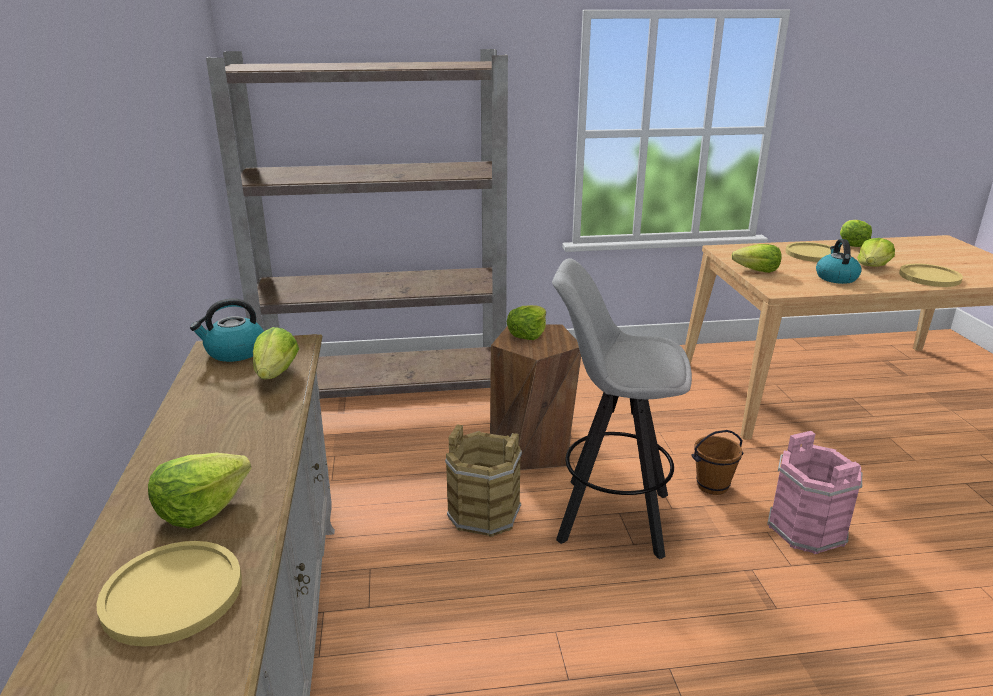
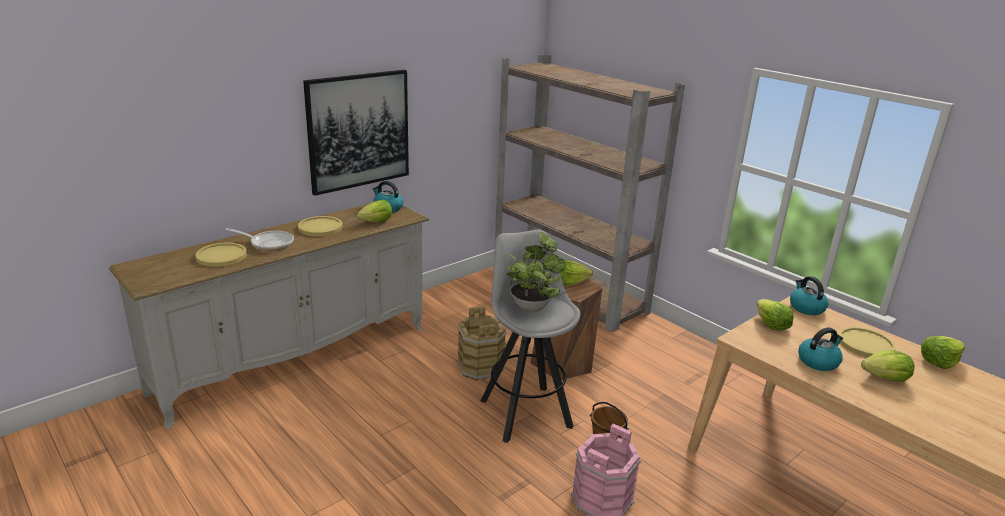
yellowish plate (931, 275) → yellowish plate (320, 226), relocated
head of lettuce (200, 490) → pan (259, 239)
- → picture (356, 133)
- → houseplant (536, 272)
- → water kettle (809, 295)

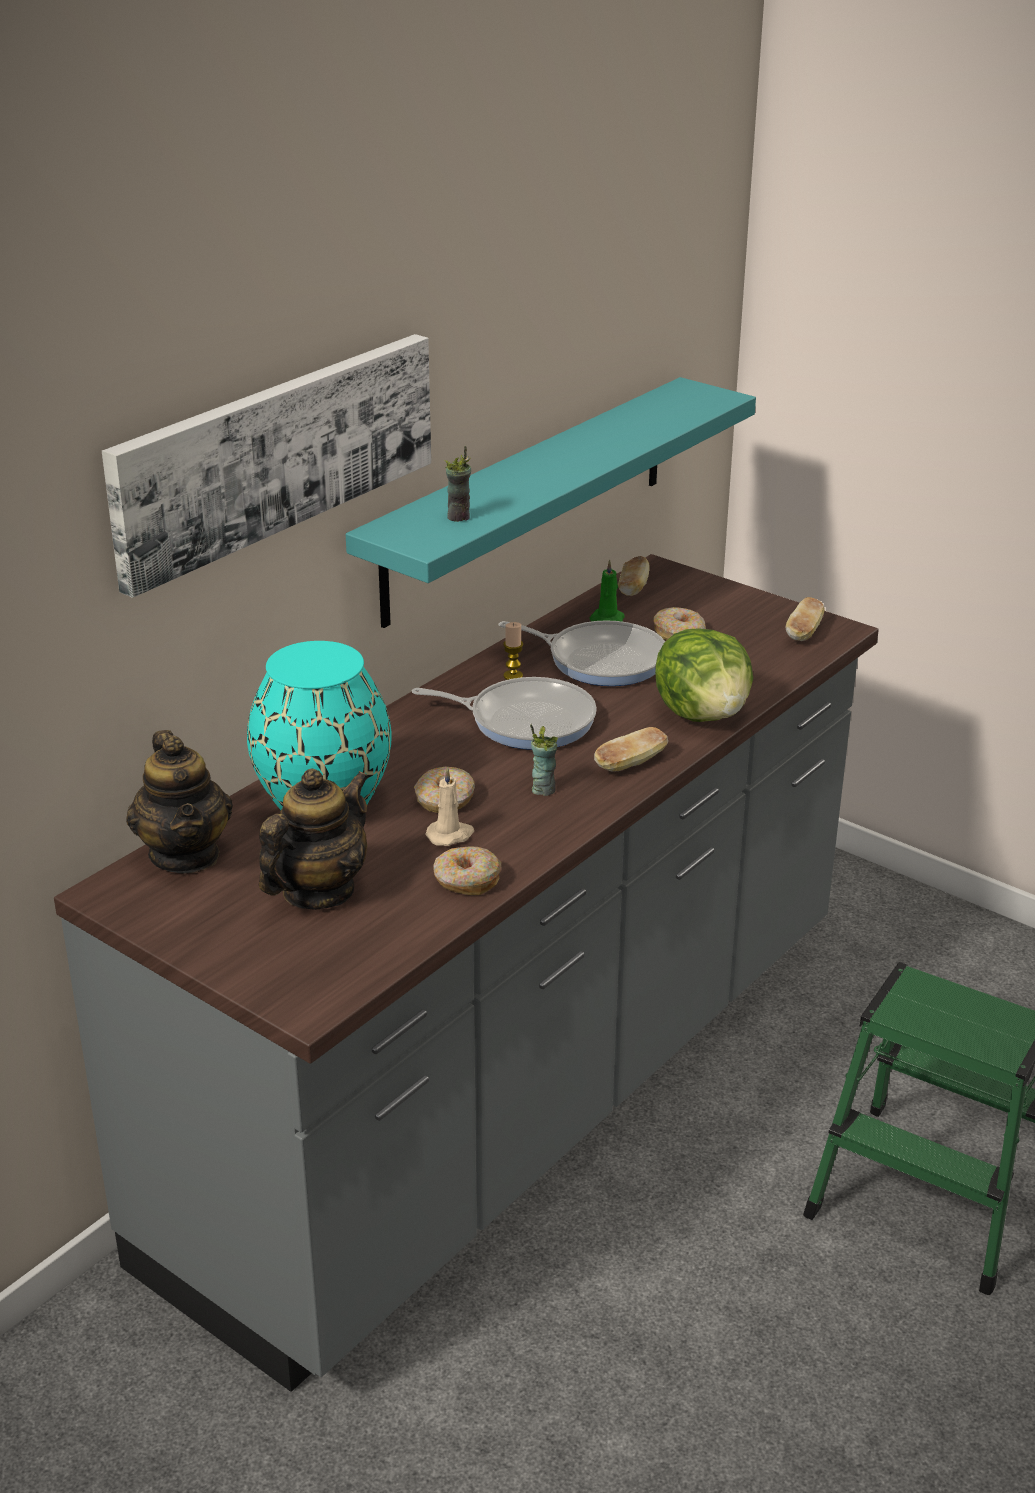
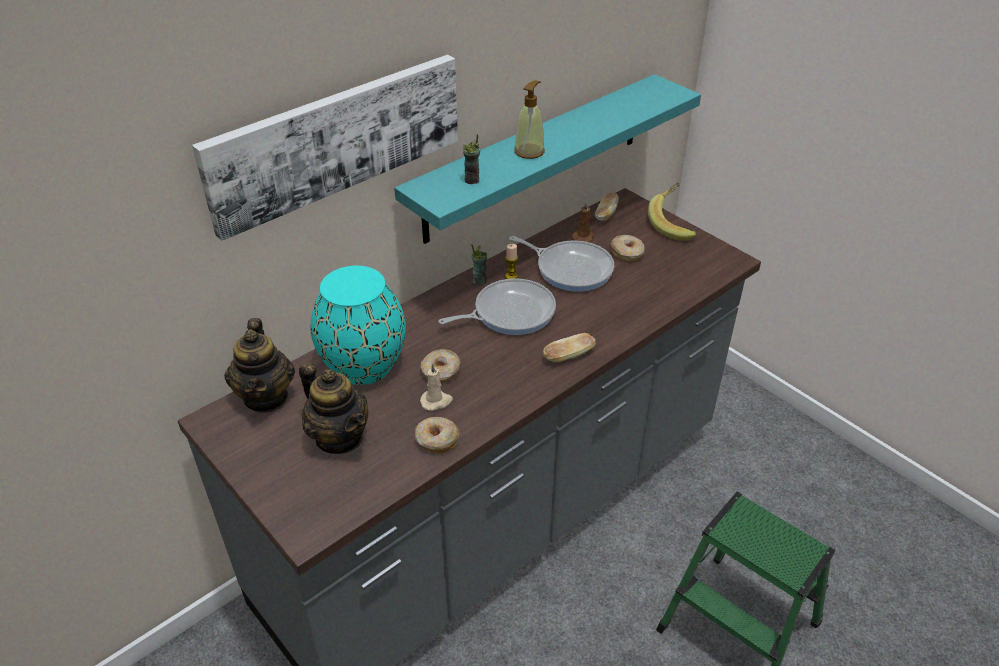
green candle (607, 591) → brown-coloured candle (583, 221)
baked bread (804, 619) → -
head of lettuce (704, 675) → -
pan (504, 713) → pan (497, 306), 45 degrees counterclockwise
small cup (544, 760) → small cup (479, 264), relocated
teapot (314, 839) → teapot (334, 408), 90 degrees clockwise
- → soap dispenser (529, 119)
- → banana (672, 211)

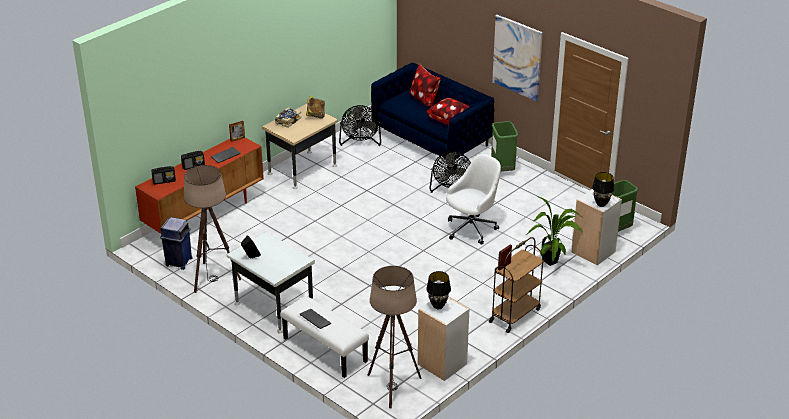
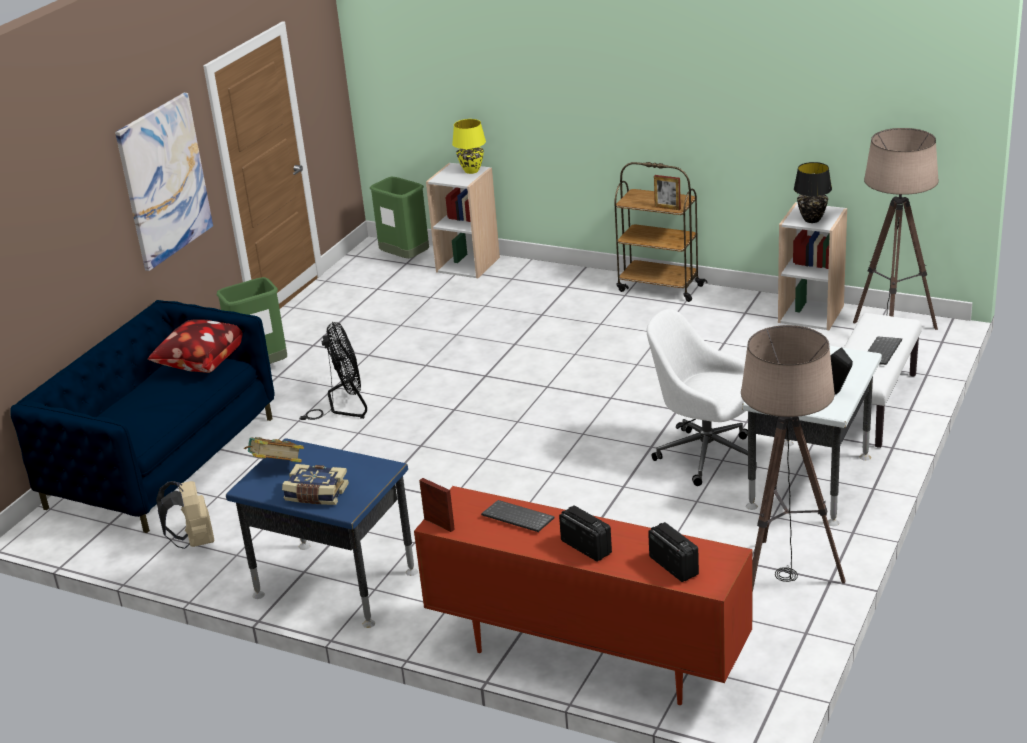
cushion (425, 85) → -
beige-coloured desk table (300, 146) → blue desk table (322, 533)
black fan (360, 125) → beige-coloured knapsack (185, 515)
white-coloured desk chair (473, 199) → white-coloured desk chair (702, 397), relocated
black tabletop lamp (603, 189) → yellowish tabletop lamp (469, 146)
houseplant (554, 231) → -
blue trash can (176, 243) → -

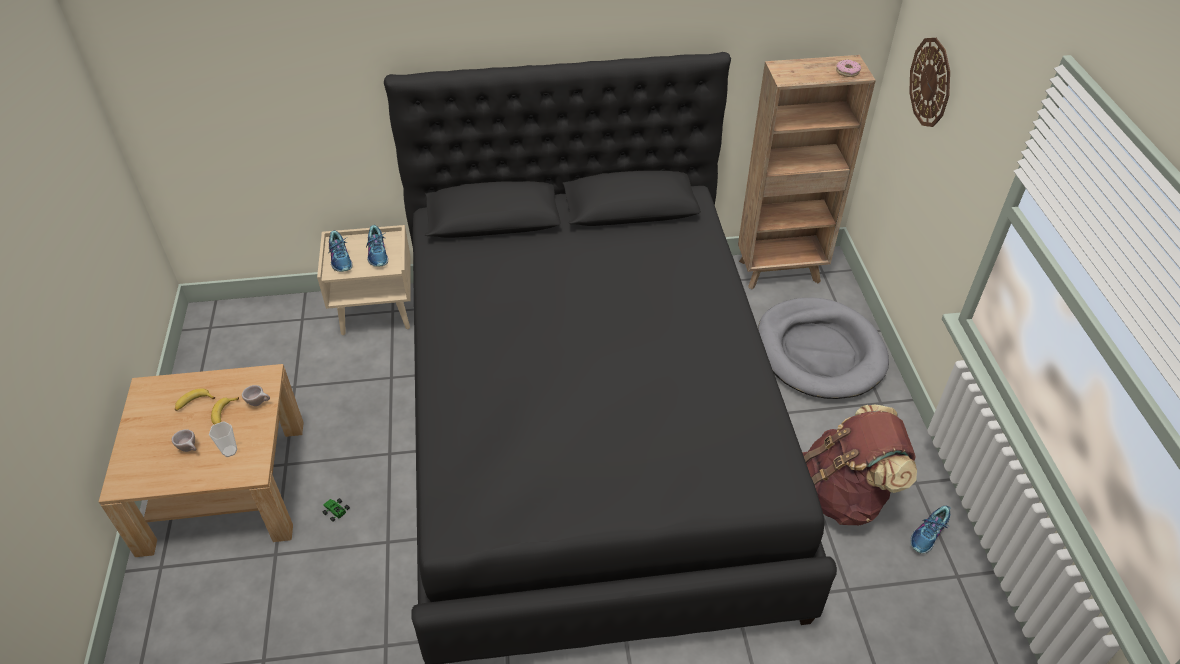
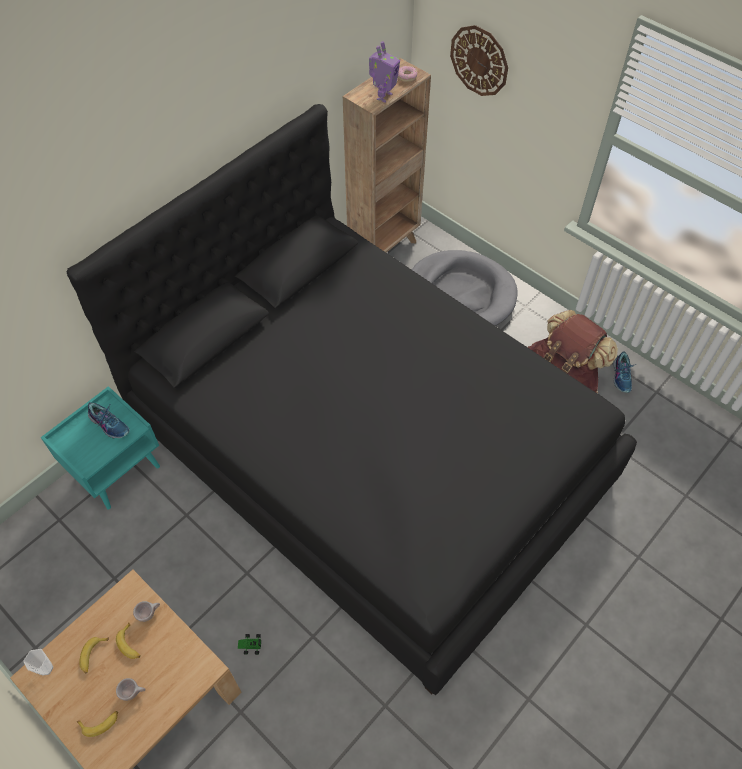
beige-coloured bedside table (364, 280) → blue-green bedside table (100, 448)
item of footwear (341, 251) → -
small cup (223, 439) → small cup (38, 662), relocated
- → robot figure (384, 71)
- → banana (97, 724)

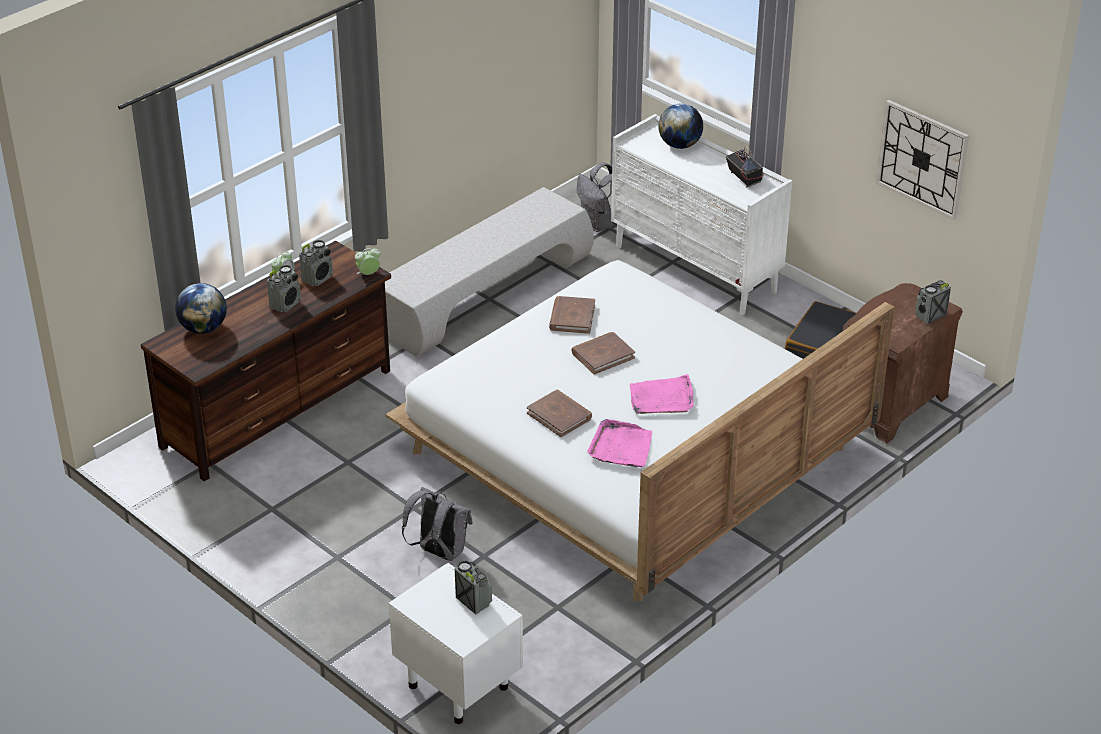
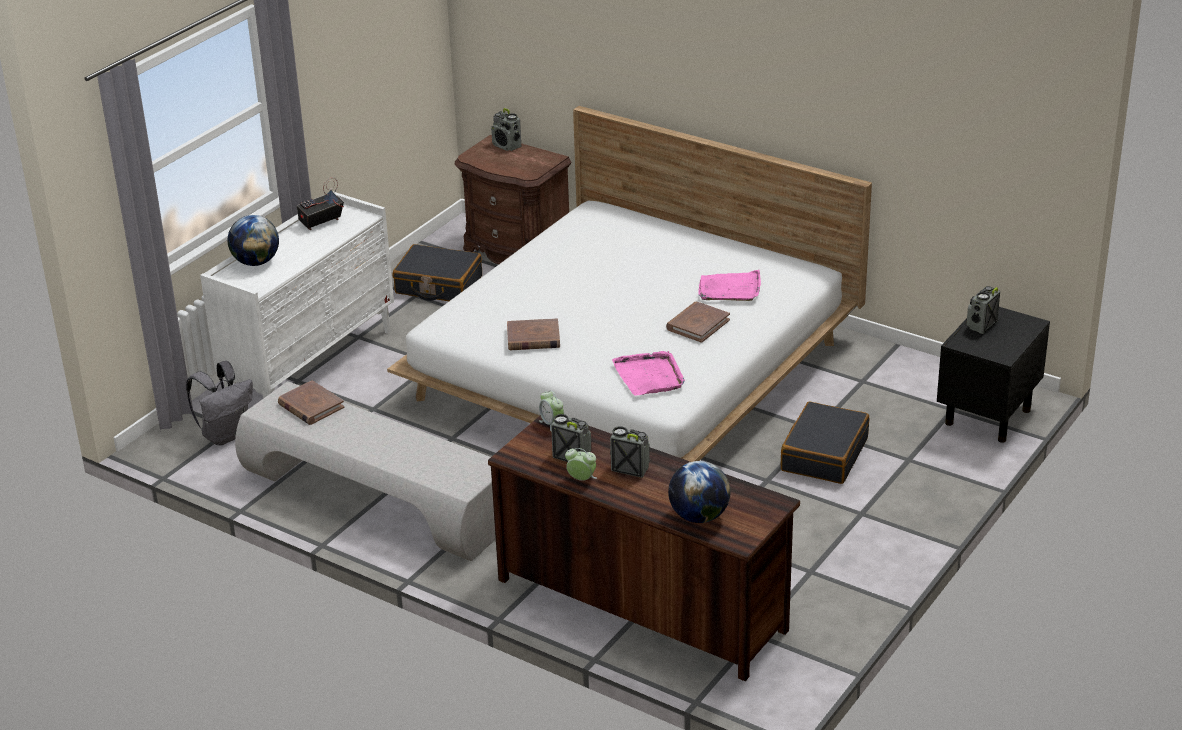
clock on the wall (922, 160) → -
brown-coloured volume (603, 353) → brown-coloured volume (311, 402), relocated
pink tray (662, 394) → pink tray (648, 373), relocated
grey knapsack (437, 524) → black piece of luggage (825, 442)
white-coloured bedside table (456, 643) → black bedside table (993, 375)

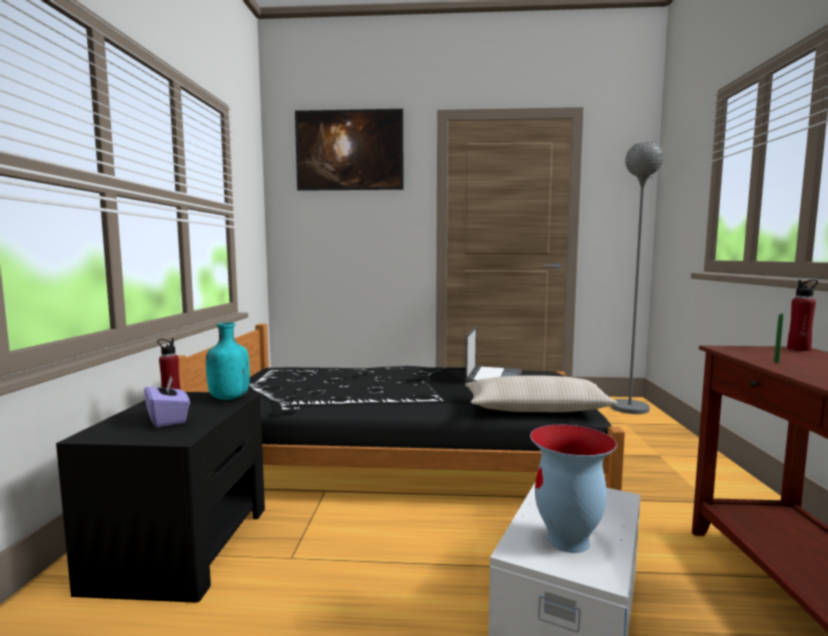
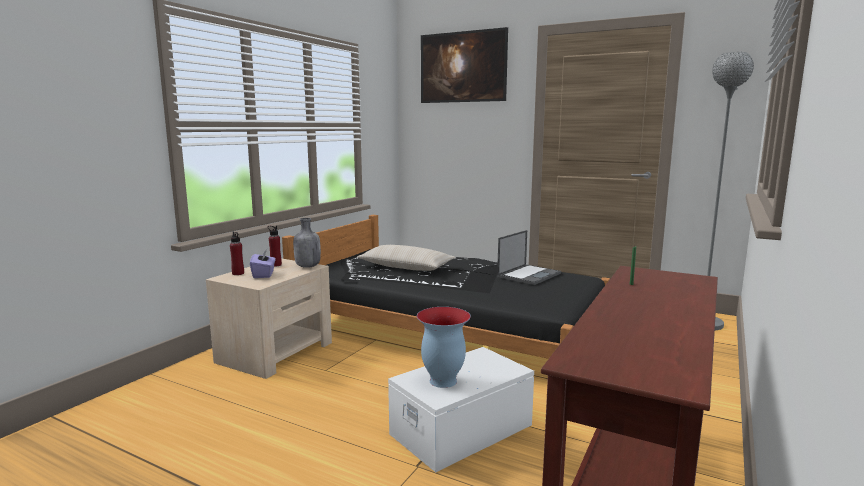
red-coloured drink bottle (802, 315) → red-coloured drink bottle (237, 253), relocated
blue-green drink bottle (228, 361) → grey drink bottle (307, 243)
beige-coloured cushion (542, 393) → beige-coloured cushion (406, 258), relocated
black bedside table (160, 497) → beige-coloured bedside table (269, 318)

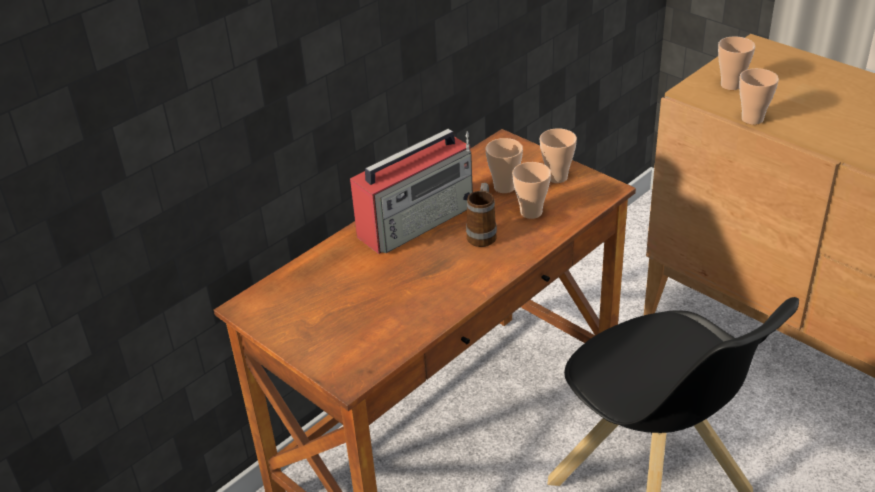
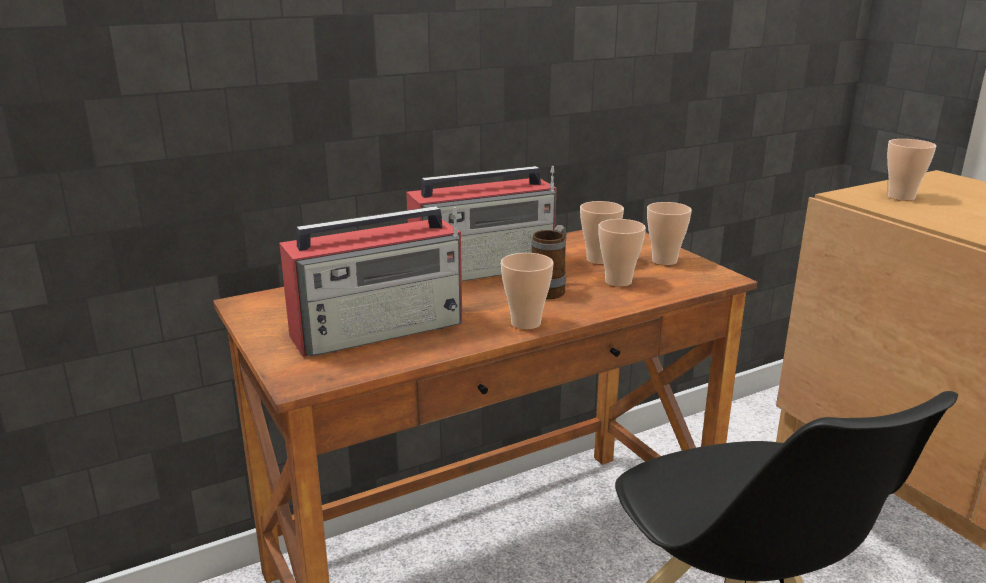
small cup (759, 96) → small cup (527, 291), relocated
- → radio (370, 281)

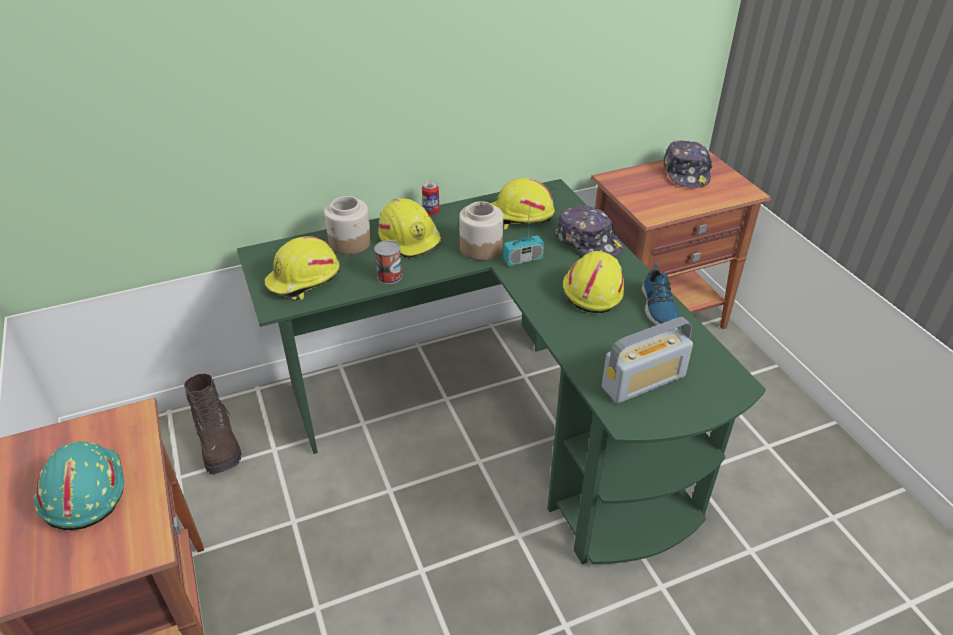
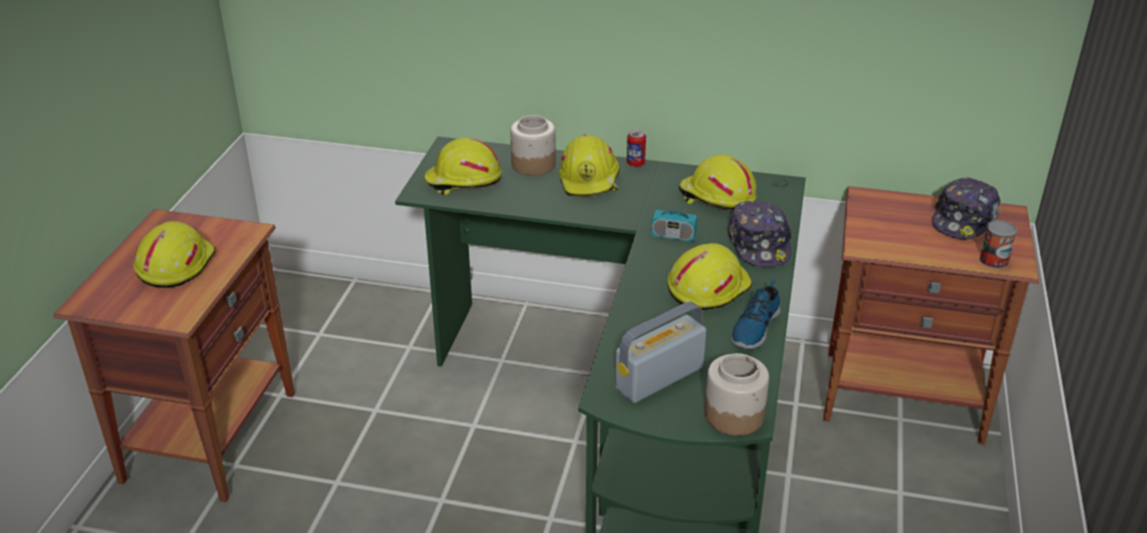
jar (481, 230) → jar (736, 394), relocated
sealed can (388, 262) → sealed can (998, 244), relocated
radio (647, 360) → radio (661, 352), 135 degrees clockwise
brown-coloured high-top boot (213, 424) → -
blue-green hard hat (79, 486) → yellowish hard hat (174, 254)

